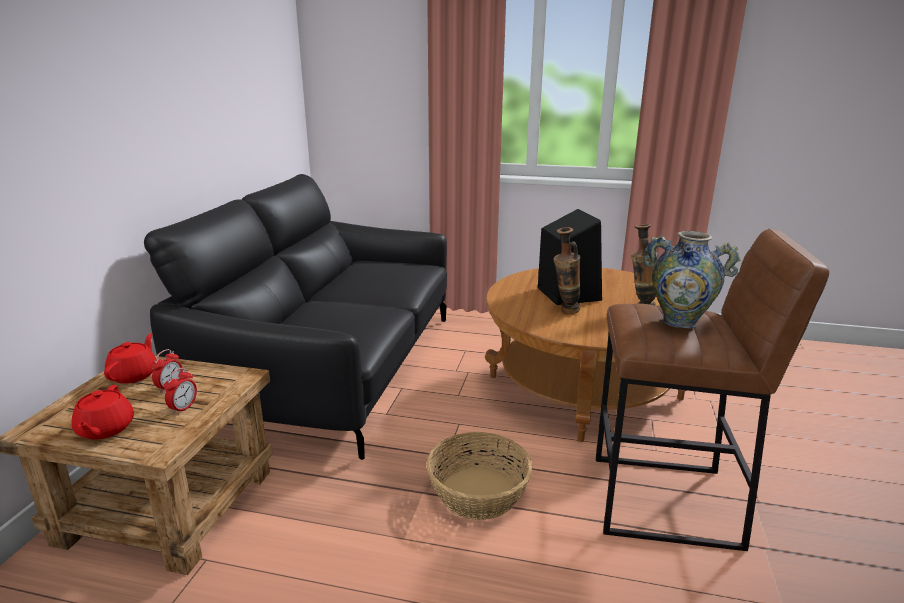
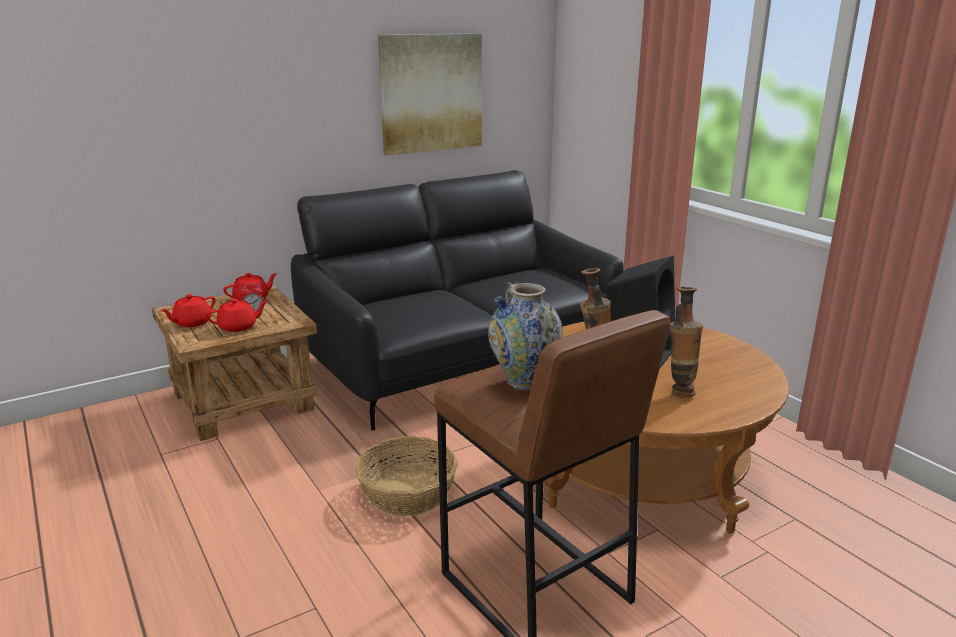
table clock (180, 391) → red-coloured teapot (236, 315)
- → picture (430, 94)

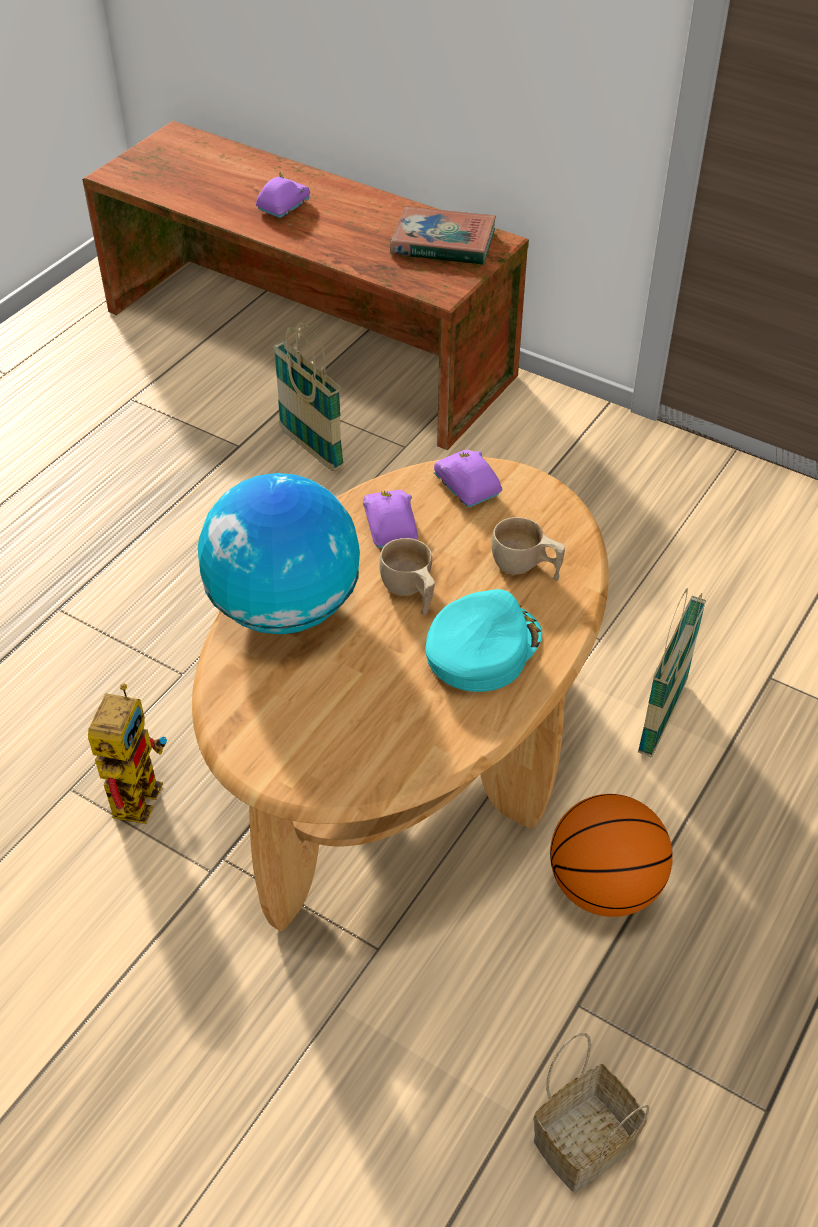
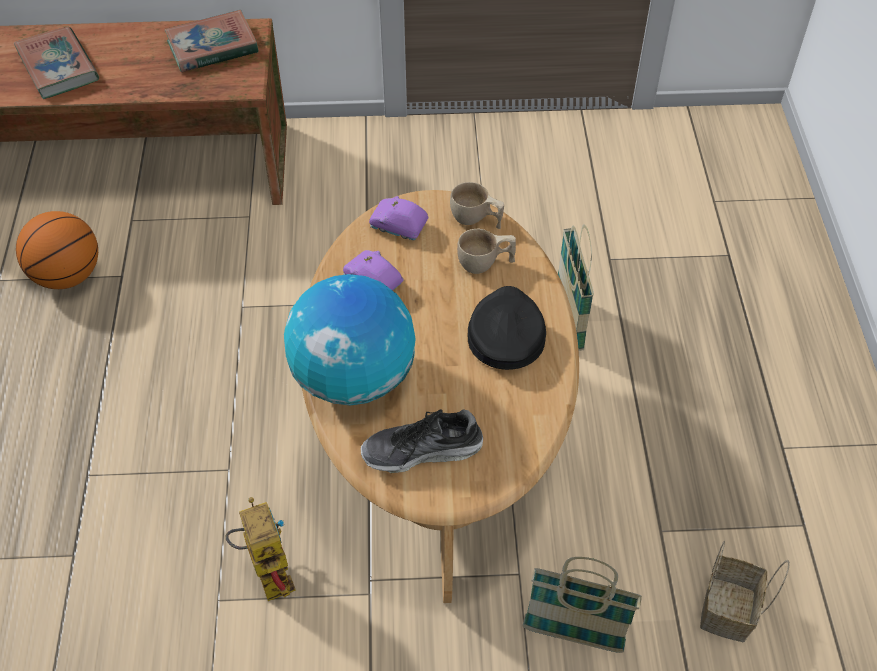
purple model car (283, 195) → volume (56, 63)
household basket (308, 396) → household basket (582, 605), relocated
beige-coloured small cup (407, 576) → beige-coloured small cup (477, 205), relocated
blue-green baseball cap (483, 640) → black baseball cap (507, 328)
ball for basketball (611, 855) → ball for basketball (57, 250), relocated
- → item of footwear (422, 441)

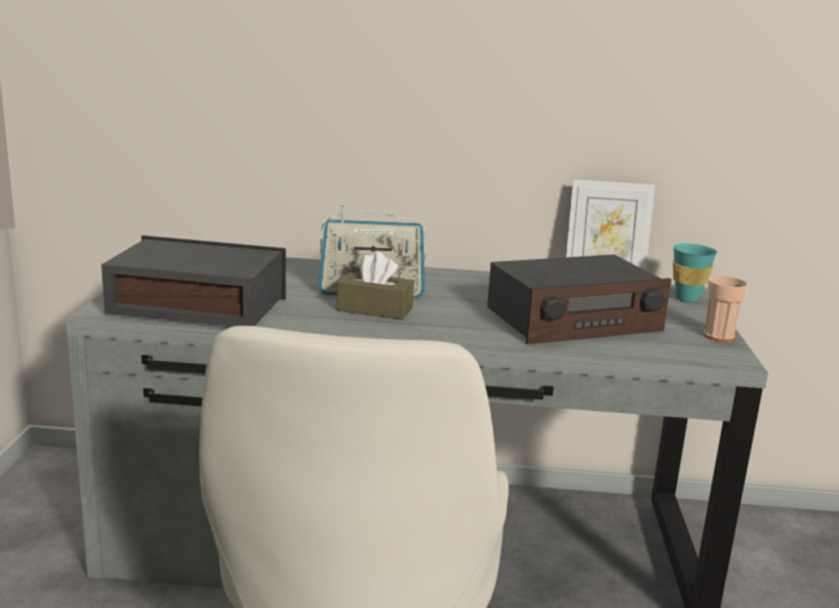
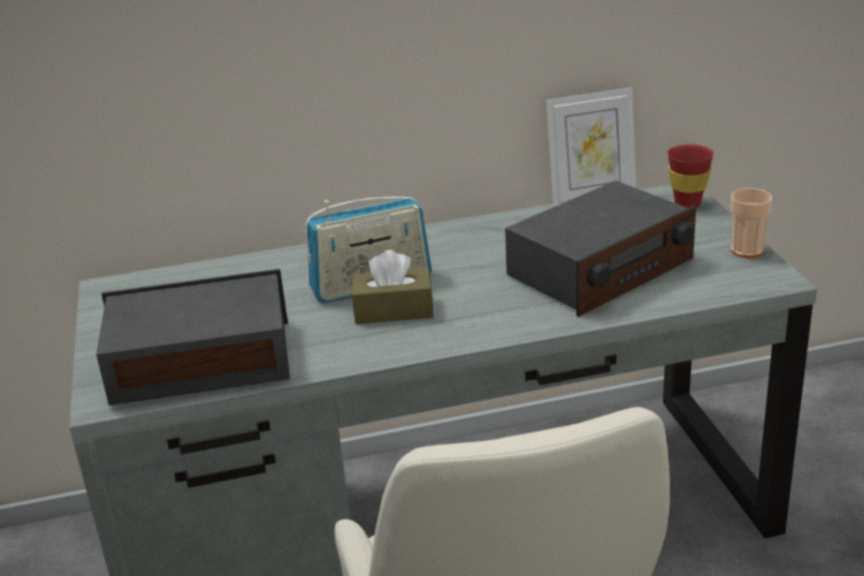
blue-green small cup (695, 272) → red-coloured small cup (690, 176)

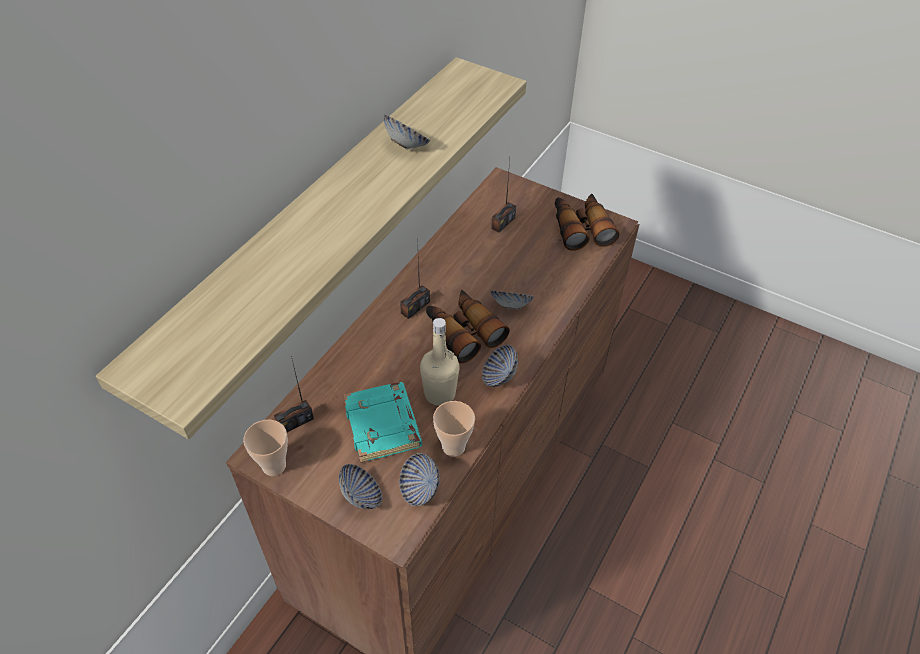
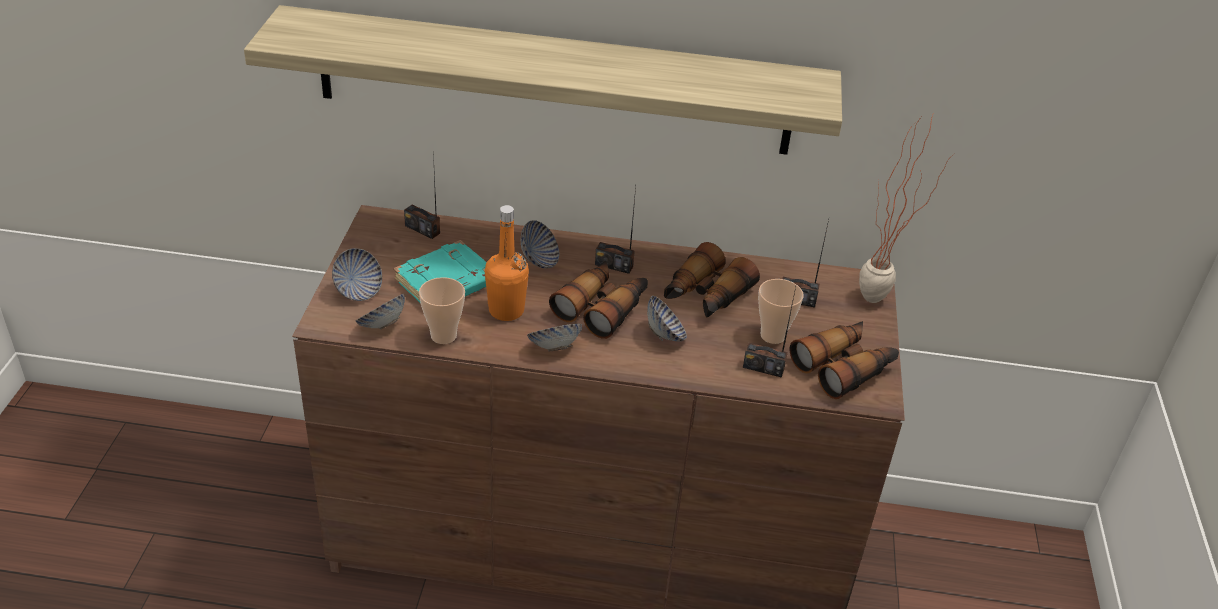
deep dish (407, 132) → deep dish (540, 244), relocated
beige-coloured drink bottle (439, 362) → orangey drink bottle (507, 263)
small cup (265, 448) → small cup (781, 311), relocated
- → houseplant (906, 207)
- → pair of binoculars (712, 280)
- → radio (769, 332)

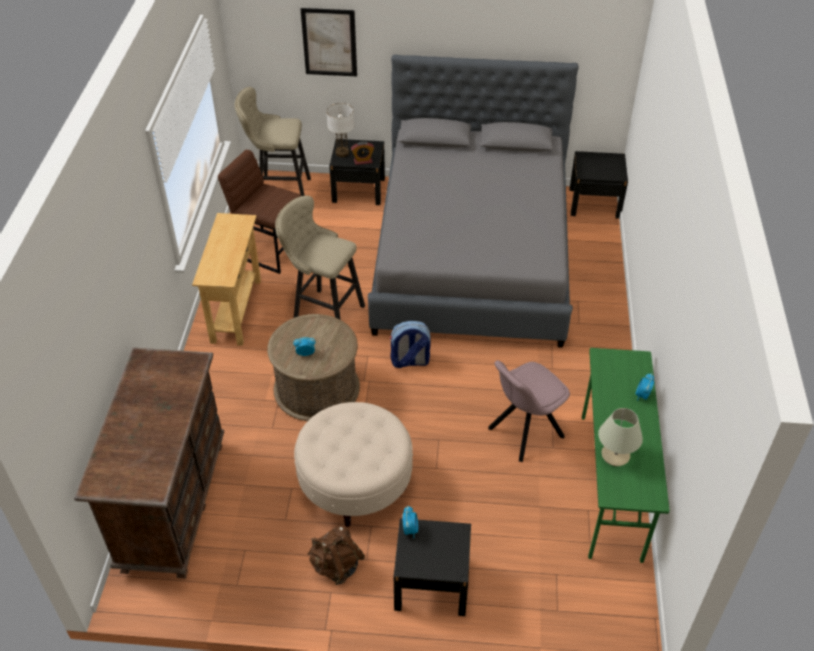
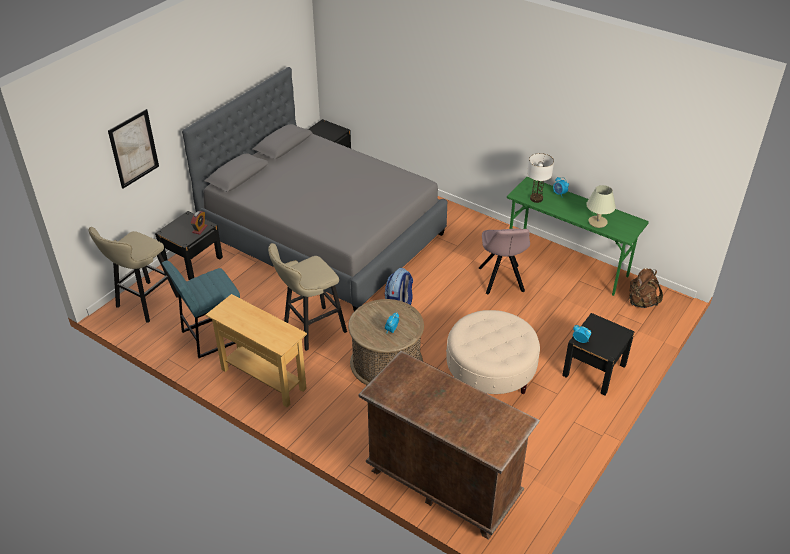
tabletop lamp (340, 130) → tabletop lamp (540, 178), relocated
brown-coloured sitting stool (260, 212) → blue sitting stool (201, 309)
brown-coloured knapsack (336, 555) → brown-coloured knapsack (645, 288), relocated

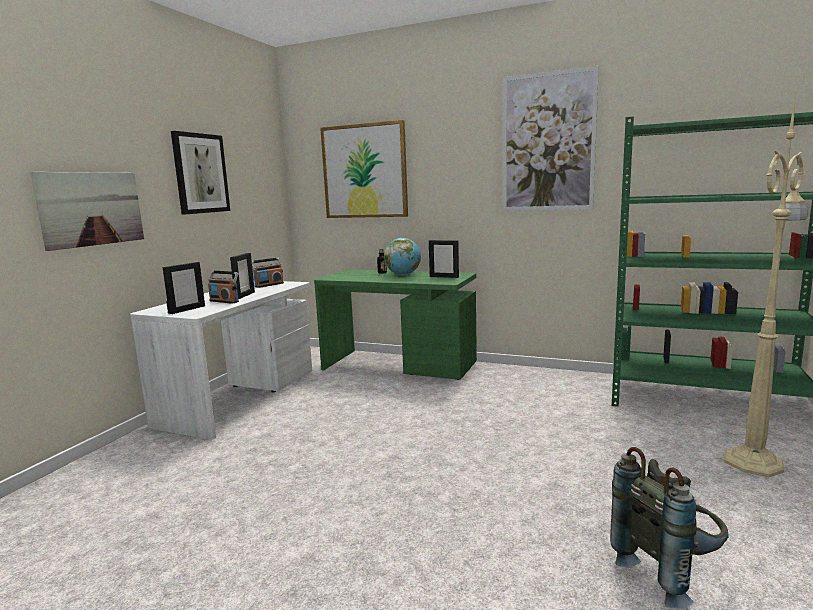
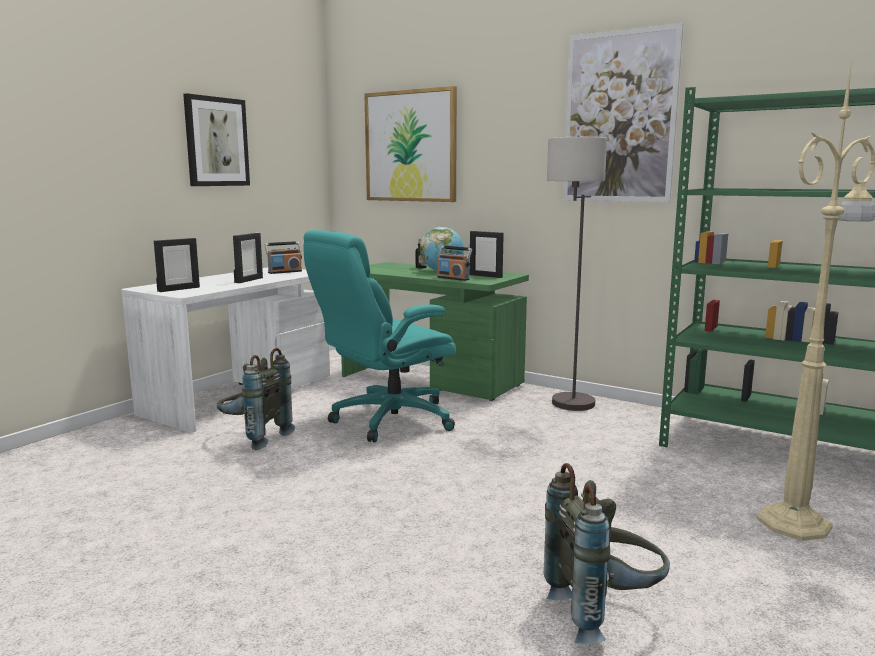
picture (87, 211) → -
radio (223, 287) → radio (454, 263), relocated
- → grey standing lamp (577, 274)
- → blue-green desk chair (379, 336)
- → grey knapsack (256, 399)

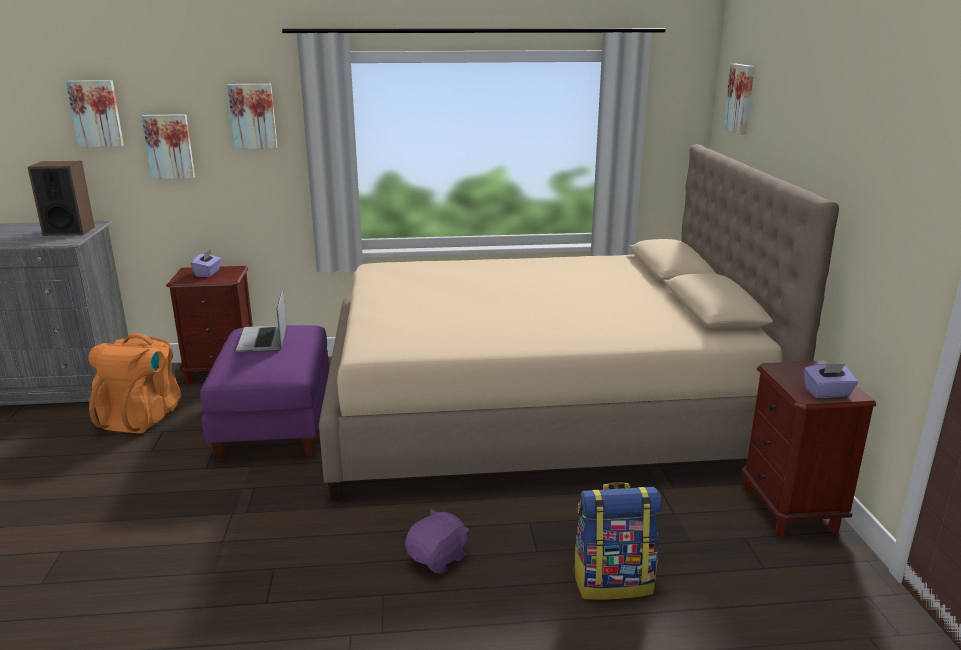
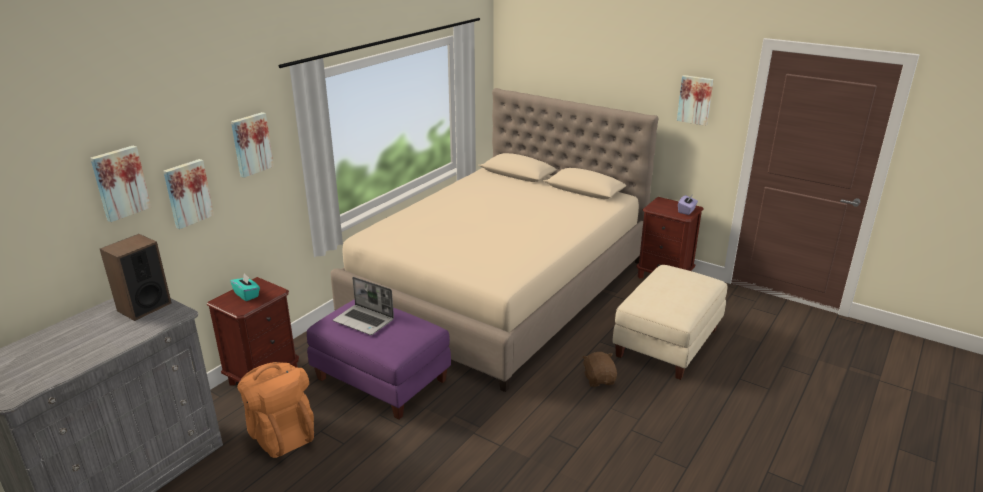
picture (739, 99) → picture (695, 100), relocated
purple tissue holder (206, 263) → blue-green tissue holder (245, 287)
knapsack (617, 541) → beige-coloured pouffe (669, 322)
purple cuddly toy (437, 541) → brown-coloured cuddly toy (599, 369)

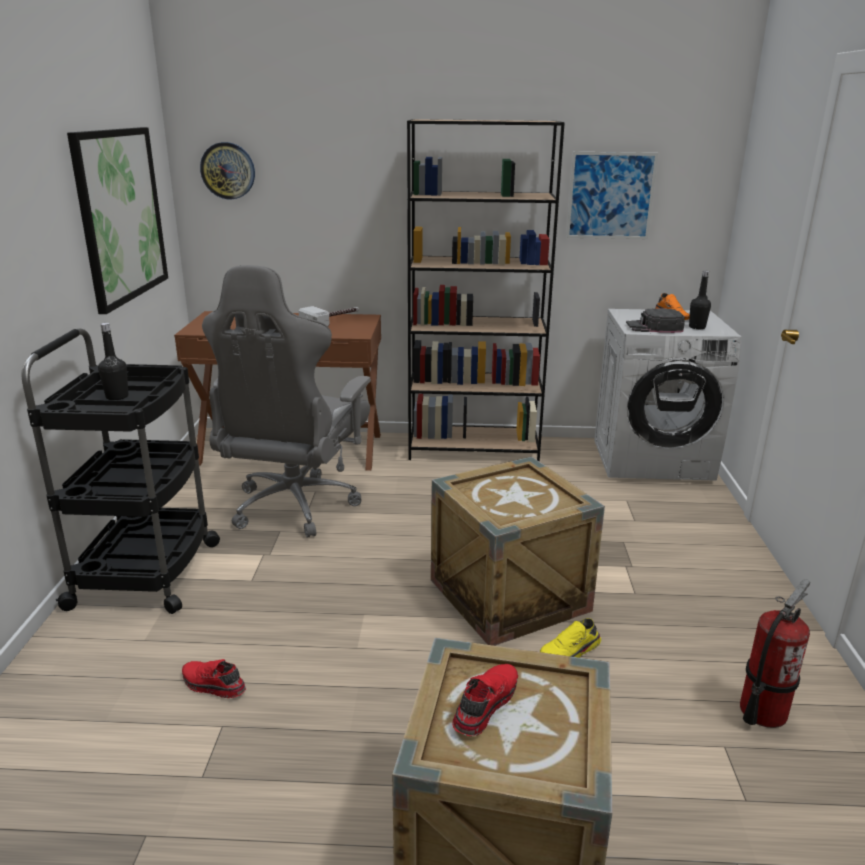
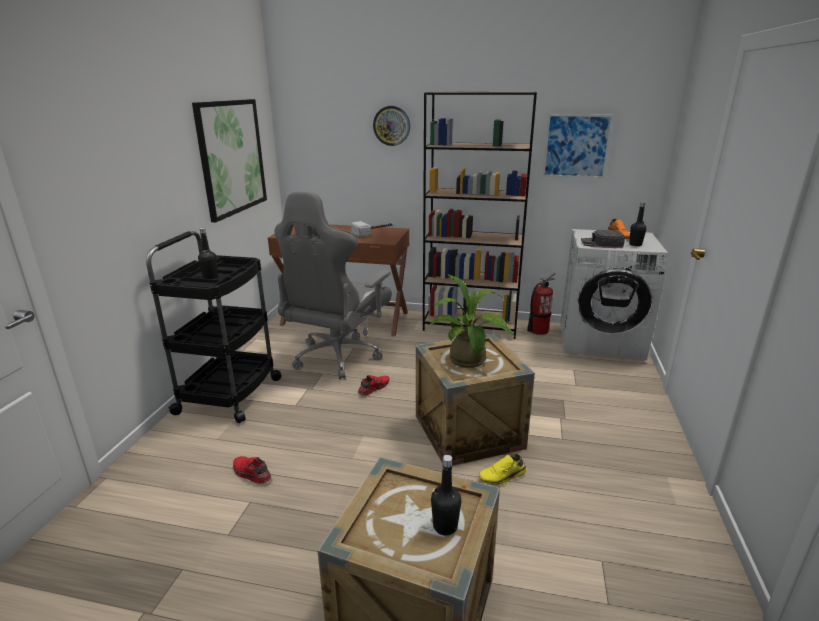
clock on the wall (227, 170) → clock on the wall (391, 126), relocated
fire-fighting cylinder (775, 653) → fire-fighting cylinder (541, 303), relocated
red-coloured item of footwear (485, 700) → red-coloured item of footwear (374, 385), relocated
- → houseplant (472, 321)
- → black drink bottle (446, 495)

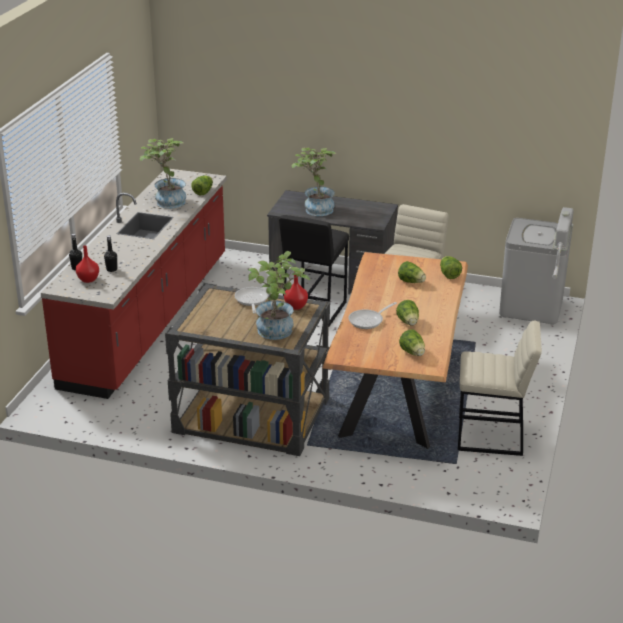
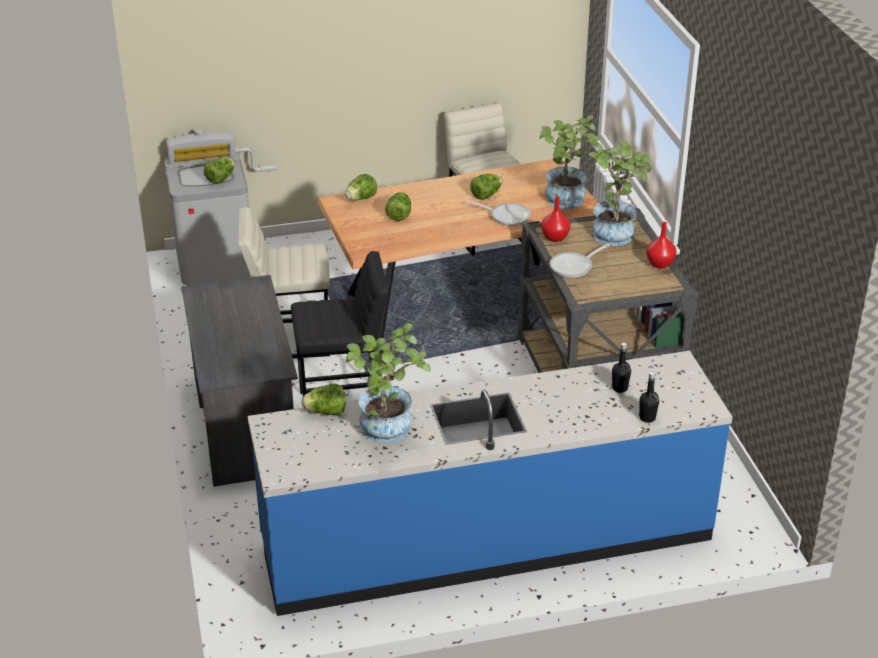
houseplant (314, 182) → houseplant (571, 162), relocated
red-coloured kitchen counter (134, 284) → blue kitchen counter (490, 483)
red-coloured vase (87, 264) → red-coloured vase (661, 245), relocated
head of lettuce (412, 342) → head of lettuce (219, 171), relocated

